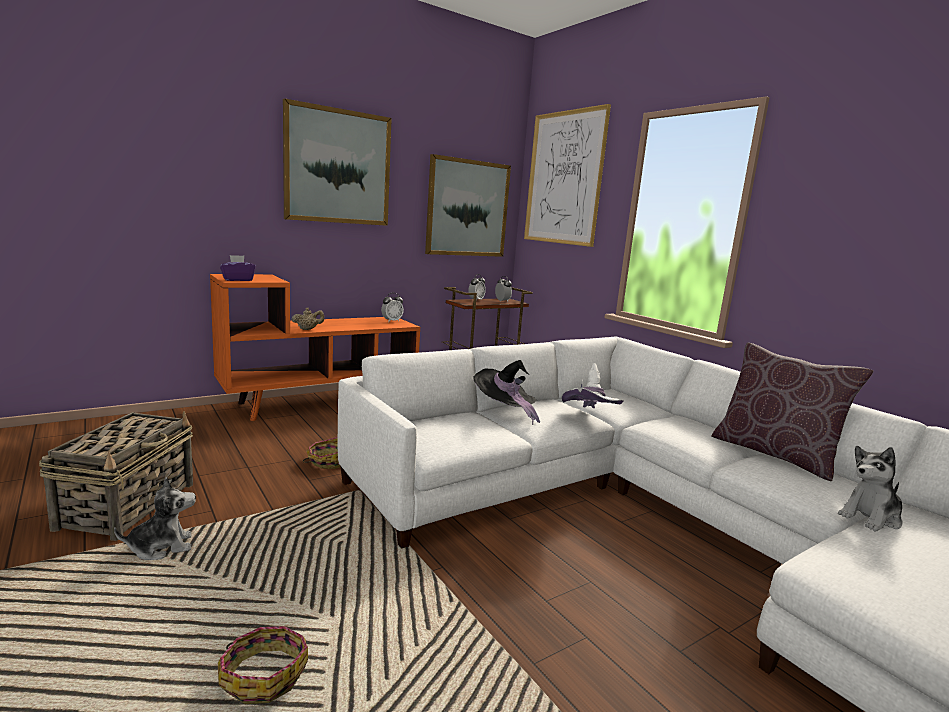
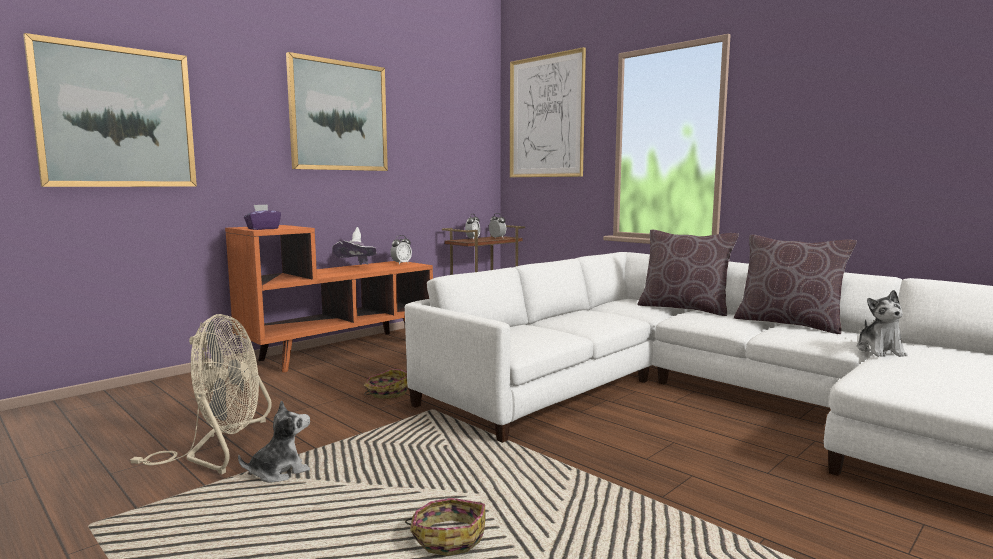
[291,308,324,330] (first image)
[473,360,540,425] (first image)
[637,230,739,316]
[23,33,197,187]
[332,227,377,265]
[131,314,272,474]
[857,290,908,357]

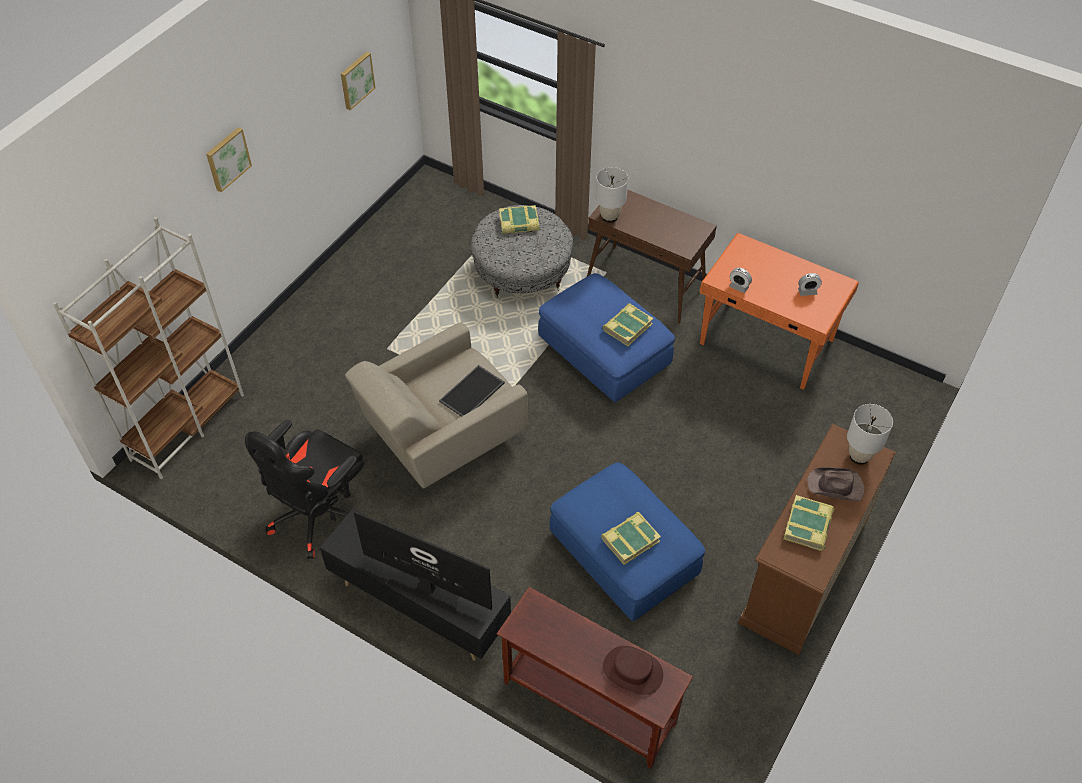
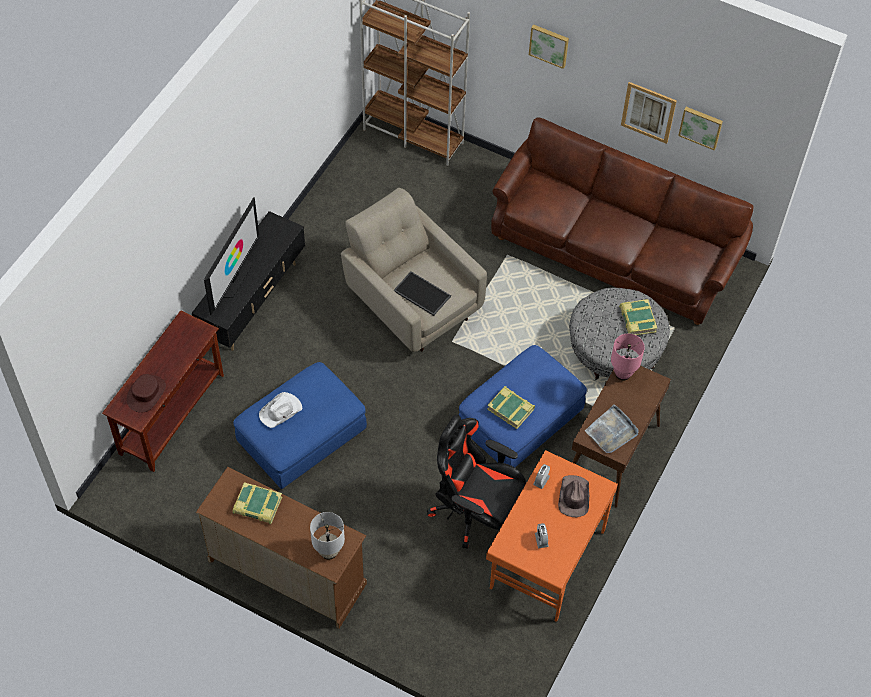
[491,117,754,325]
[585,404,638,453]
[621,82,677,144]
[427,414,526,549]
[558,475,589,517]
[259,392,302,428]
[611,334,645,380]

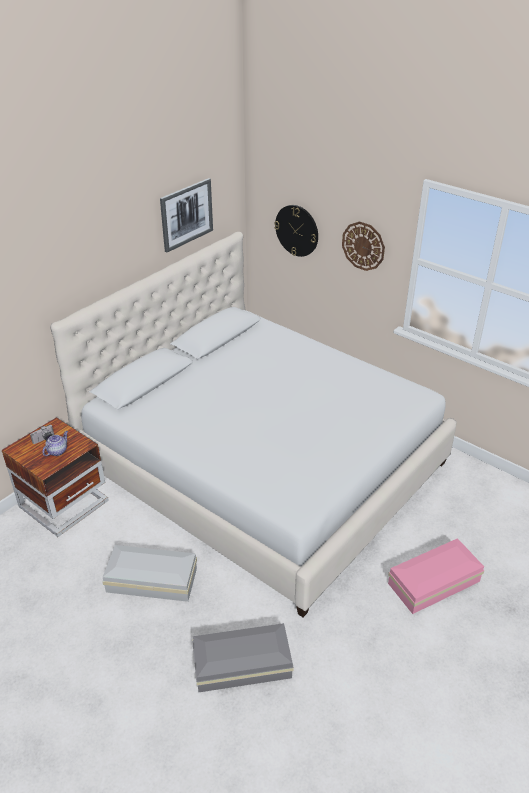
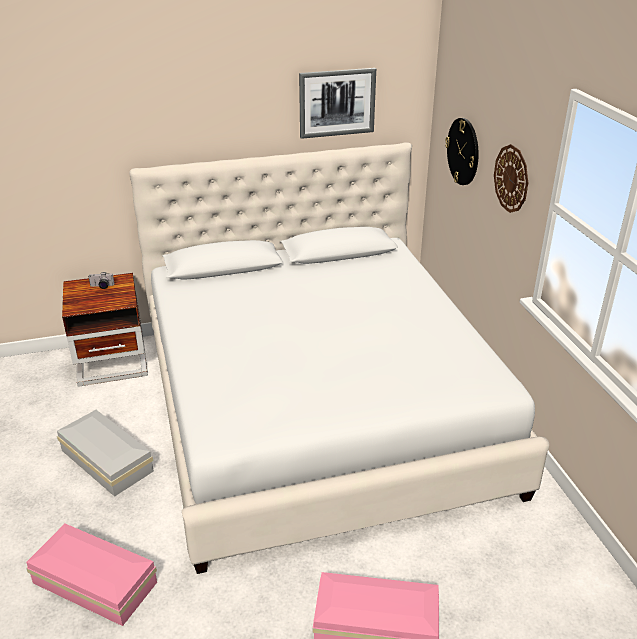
[42,431,68,456] (first image)
[26,524,157,626]

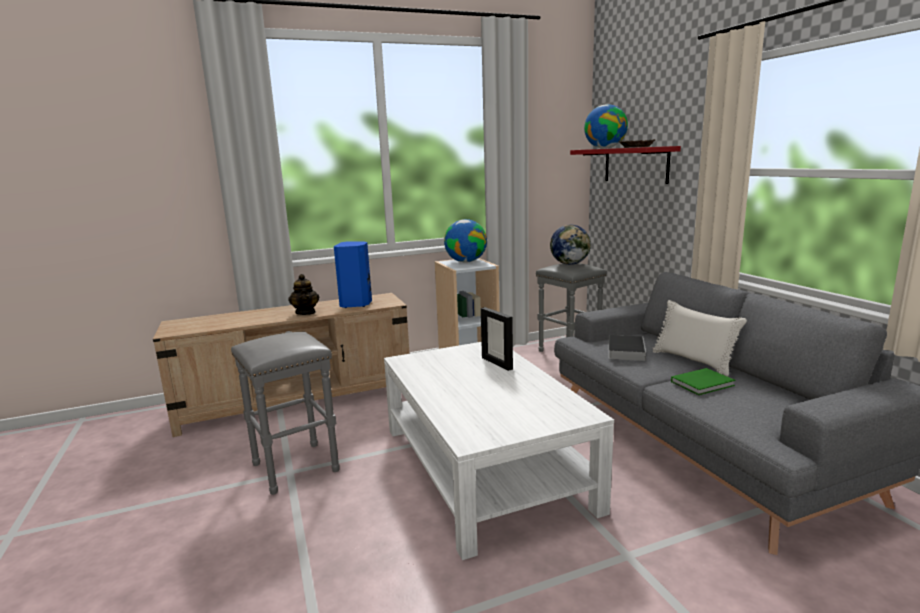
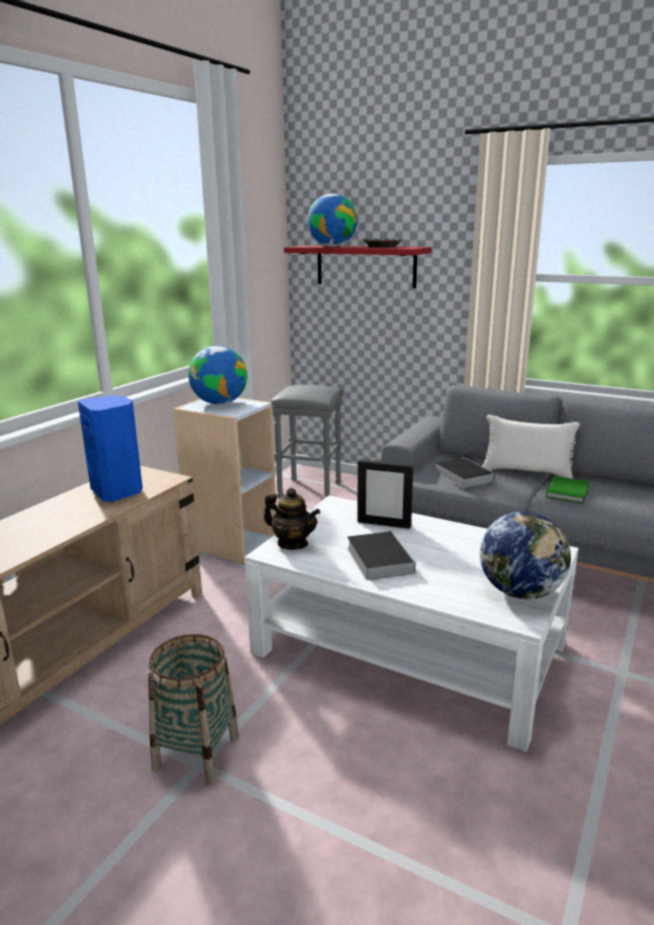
[347,531,416,580]
[264,488,320,550]
[480,511,571,599]
[148,634,239,785]

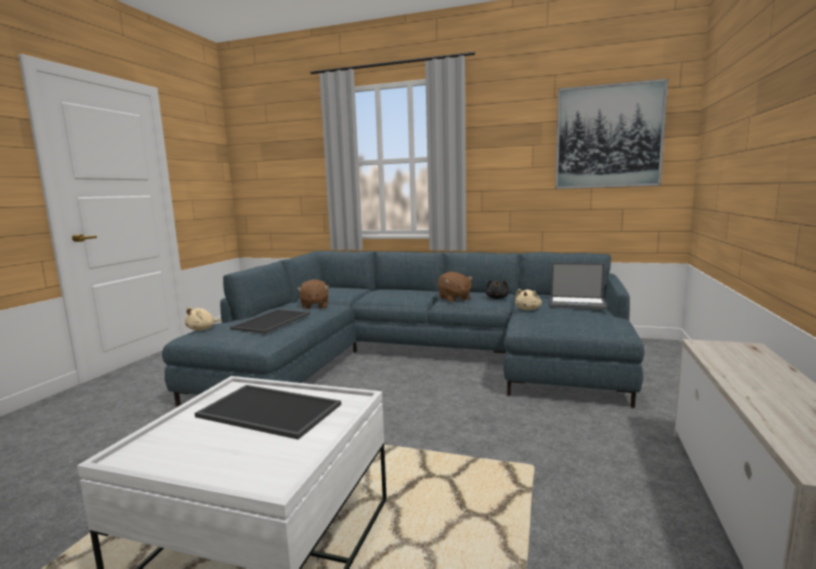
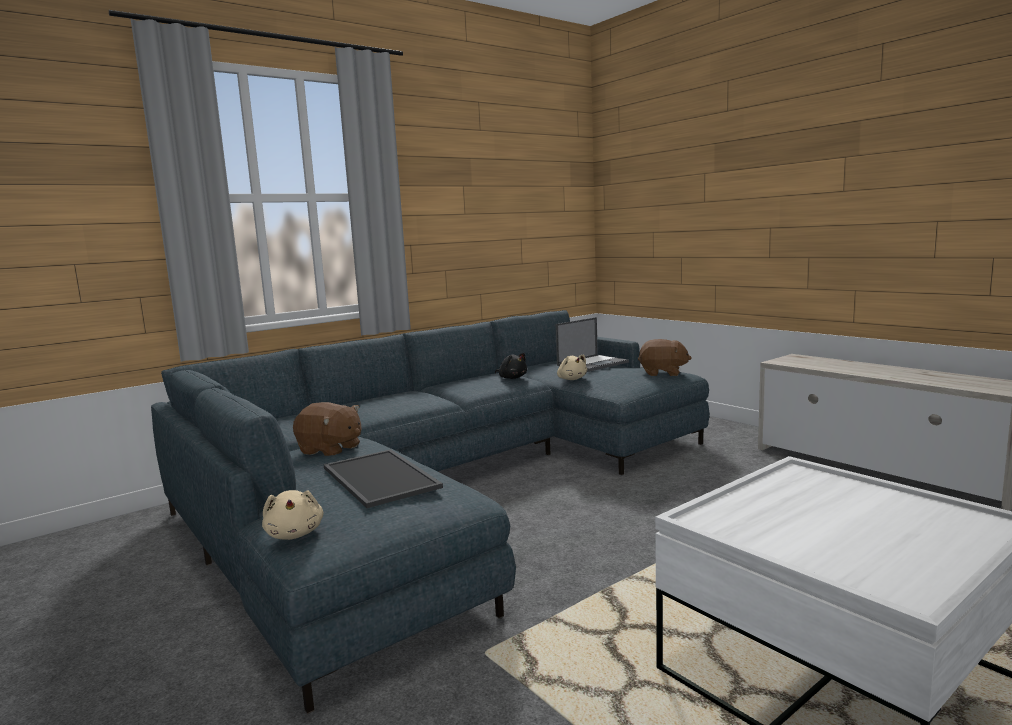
[195,385,341,440] (first image)
[555,79,668,189] (first image)
[638,339,692,376]

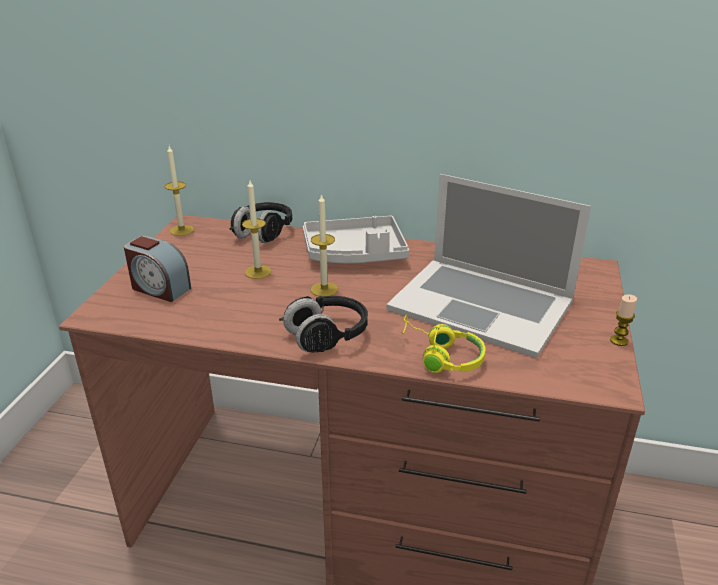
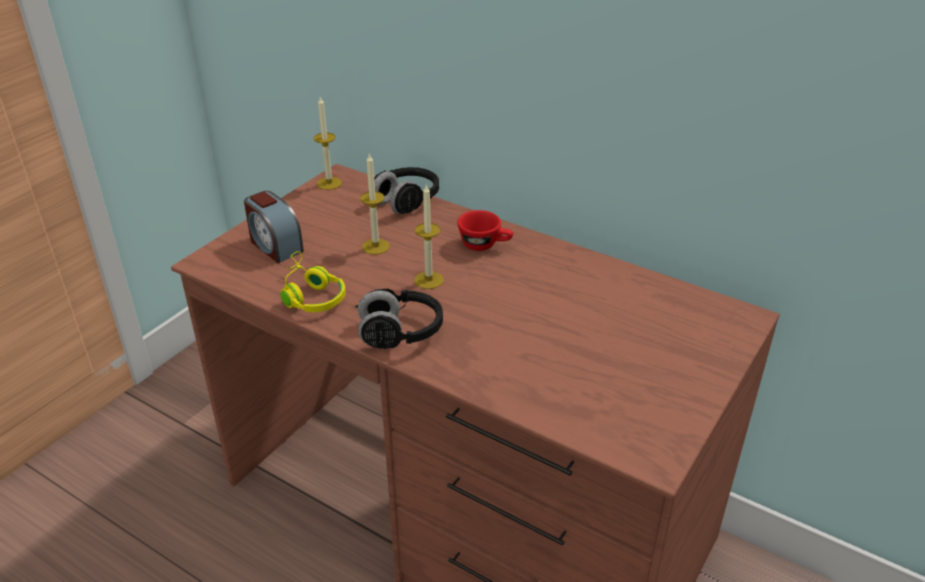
[386,174,591,358] (first image)
[610,294,637,346] (first image)
[281,251,346,312]
[457,210,513,251]

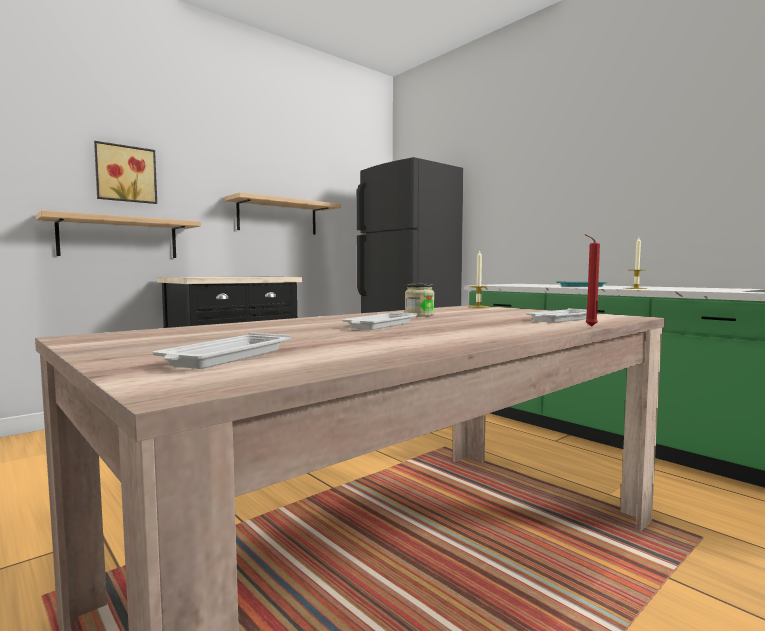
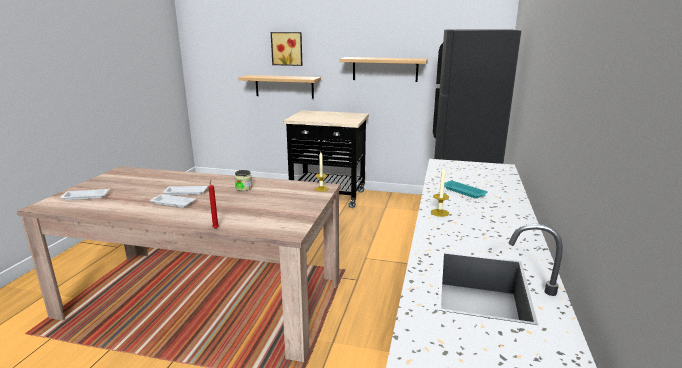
[150,194,196,208]

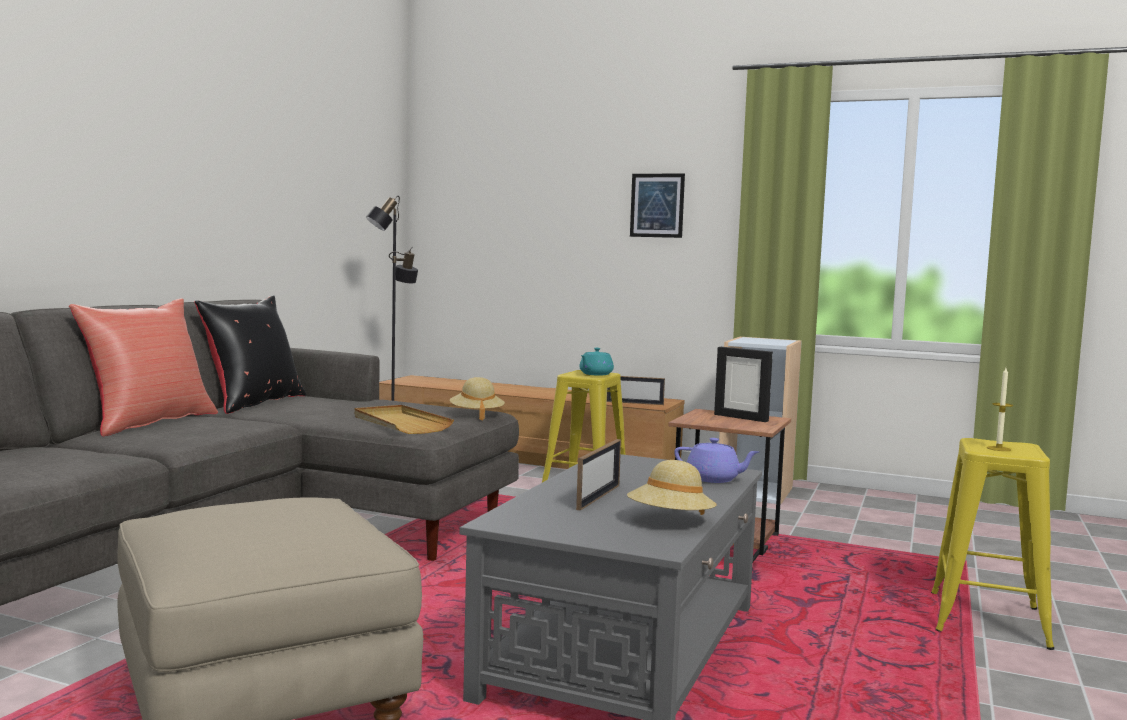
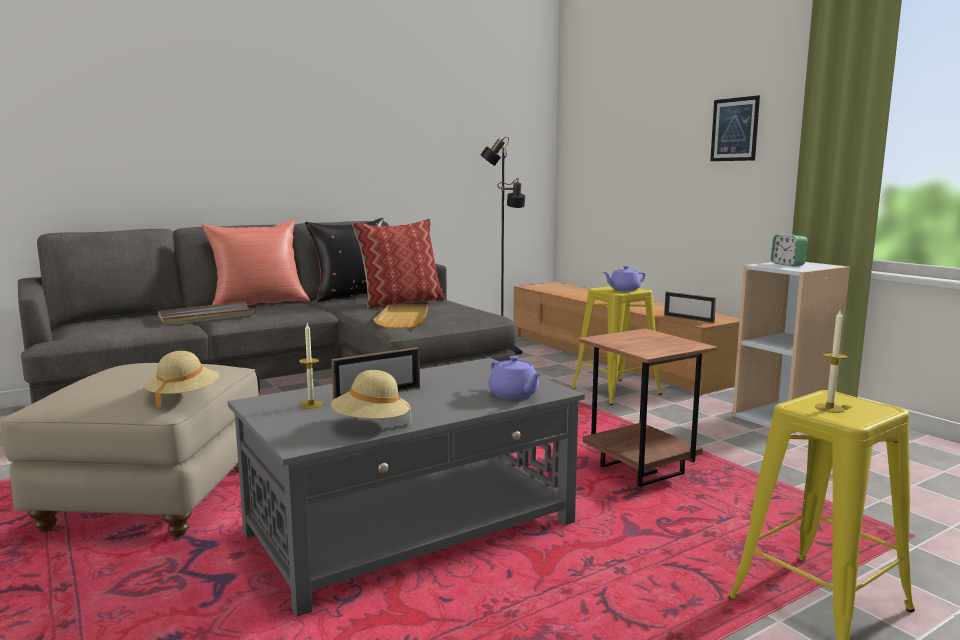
[714,347,773,422] (first image)
[158,301,256,325]
[299,324,323,409]
[352,219,445,309]
[771,235,808,266]
[145,351,220,408]
[603,266,646,291]

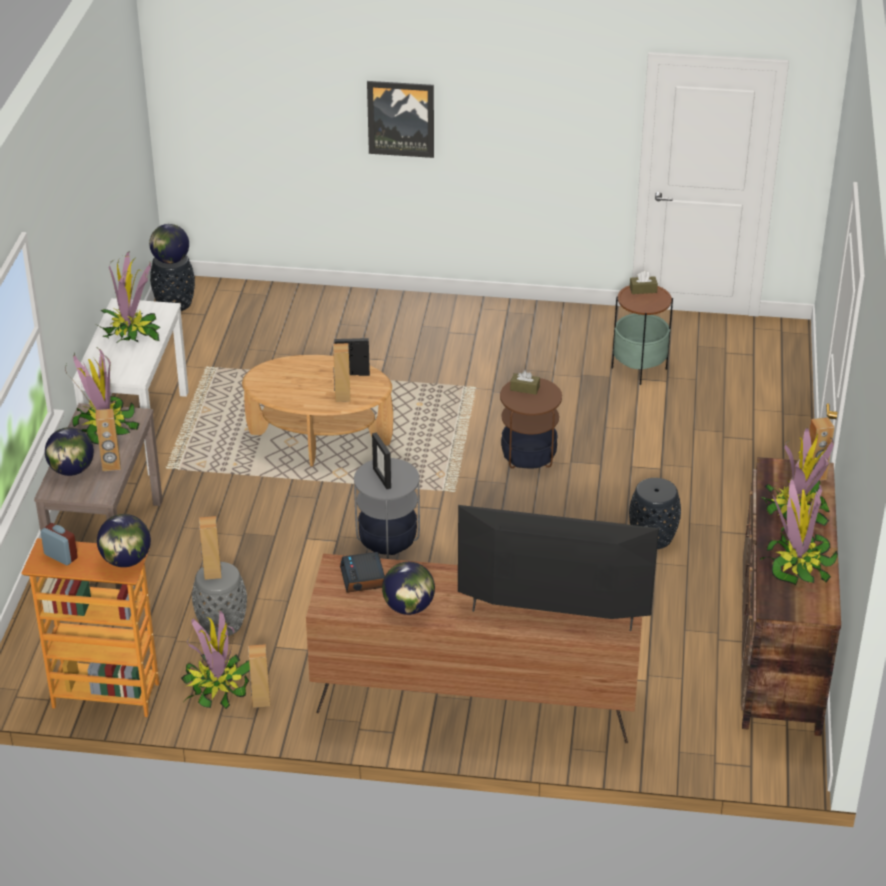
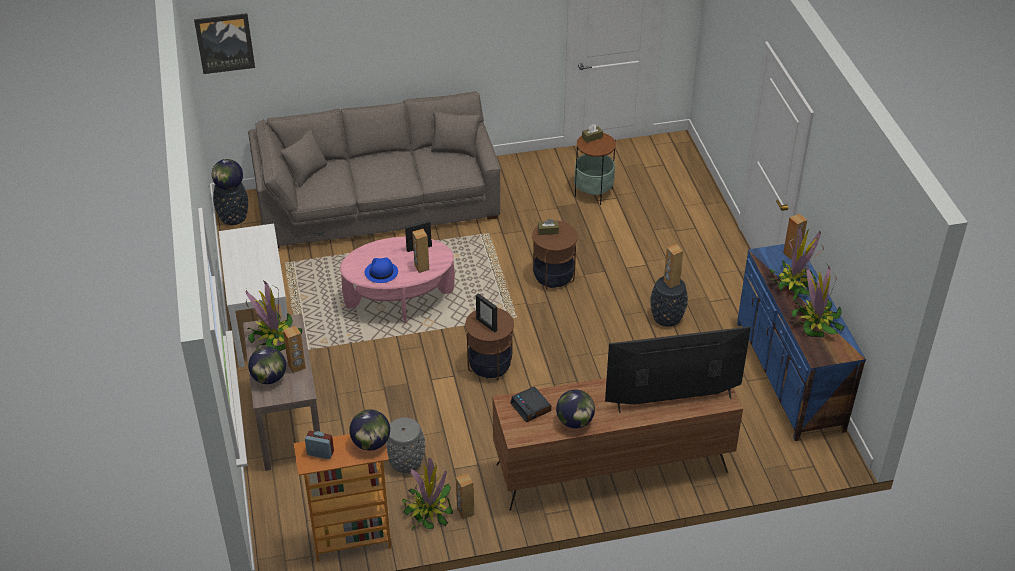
[97,251,161,343] (first image)
[248,91,501,248]
[365,258,398,283]
[664,244,683,288]
[194,13,255,74]
[340,236,455,323]
[465,308,514,380]
[737,244,866,441]

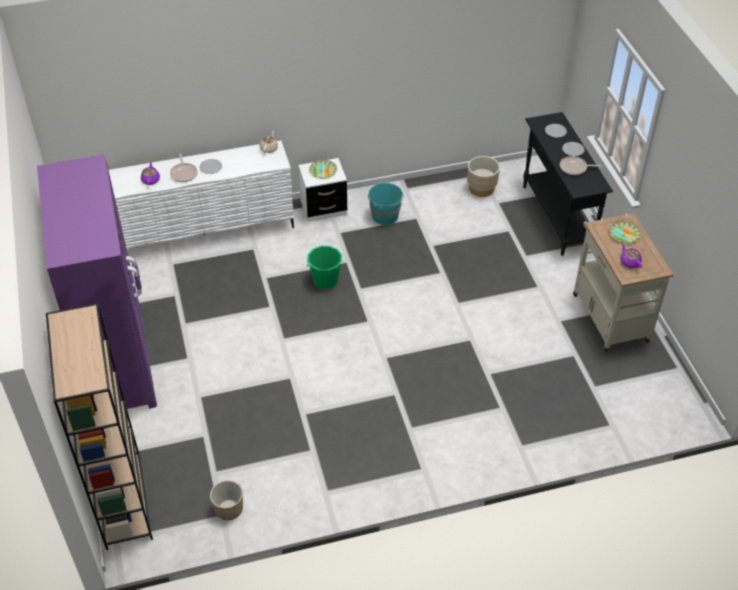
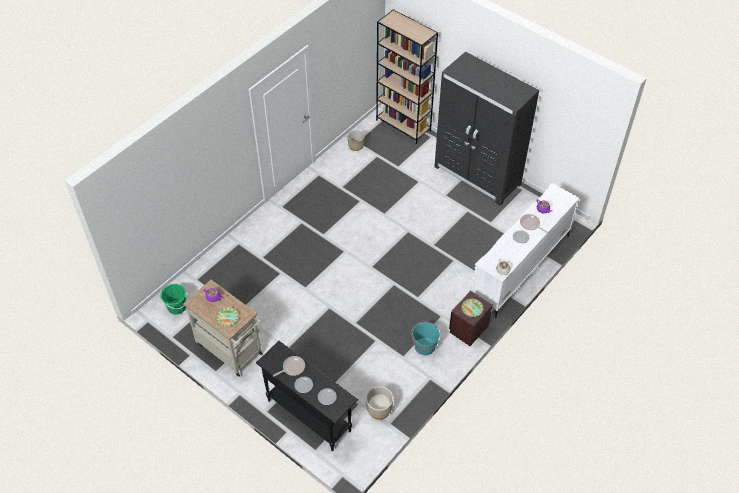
[160,284,188,315]
[434,52,539,206]
[449,291,493,346]

